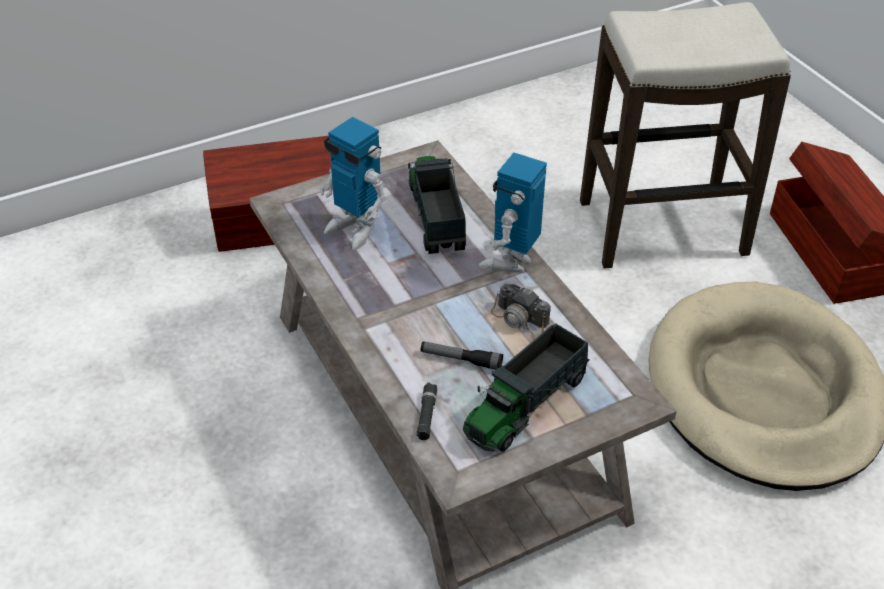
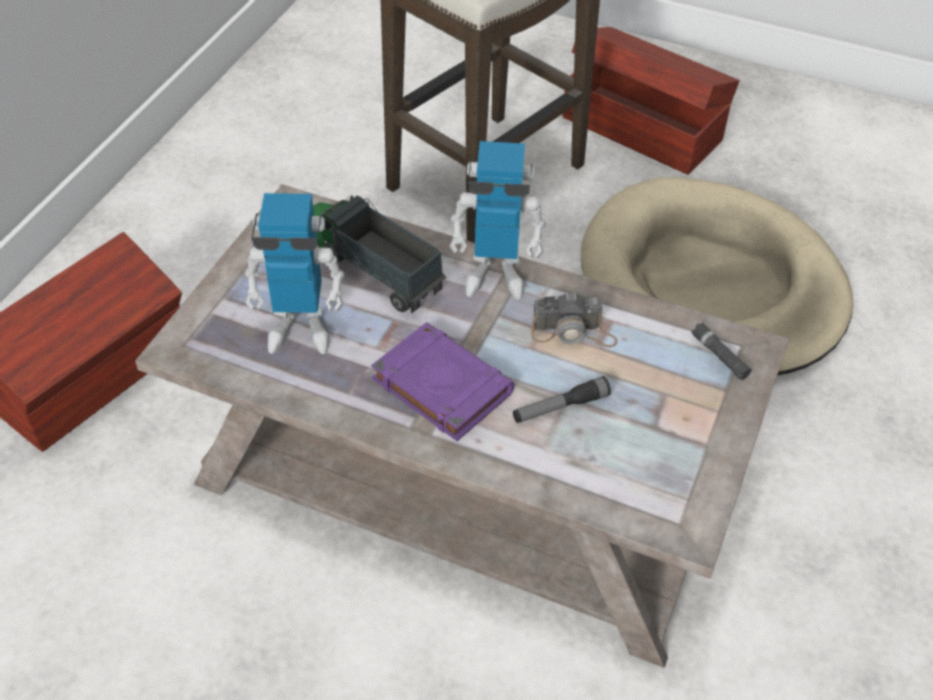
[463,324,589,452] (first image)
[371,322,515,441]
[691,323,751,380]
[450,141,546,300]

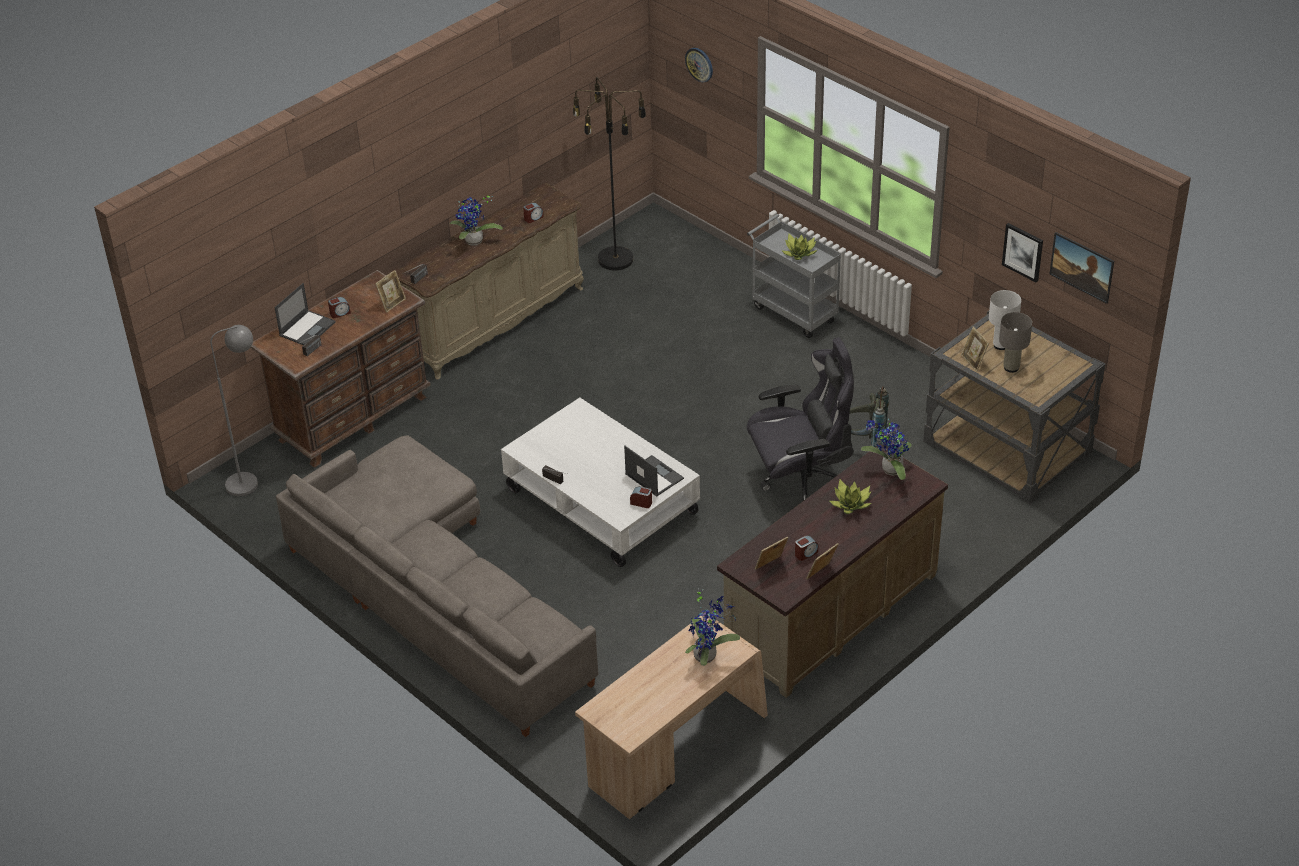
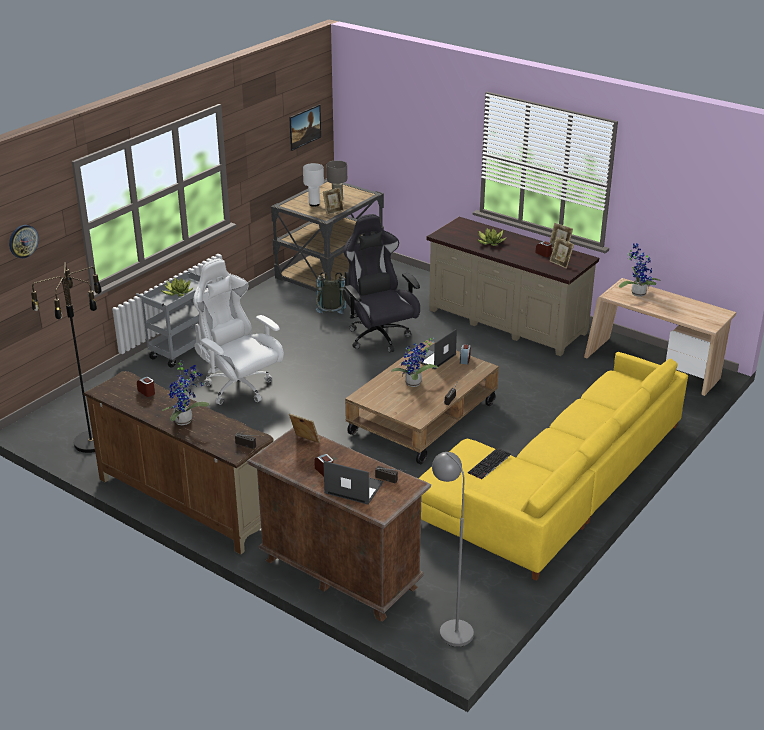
[1002,223,1043,282] (first image)
[193,259,284,405]
[468,448,511,480]
[391,338,438,387]
[418,352,688,581]
[345,340,499,464]

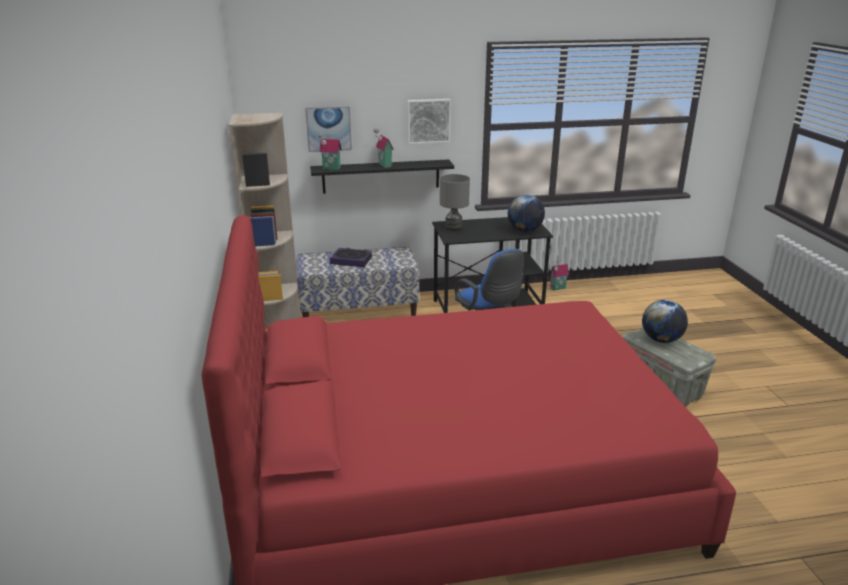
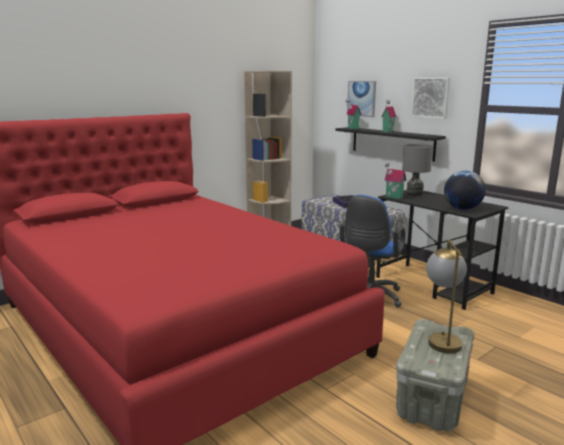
[384,162,406,199]
[426,240,467,354]

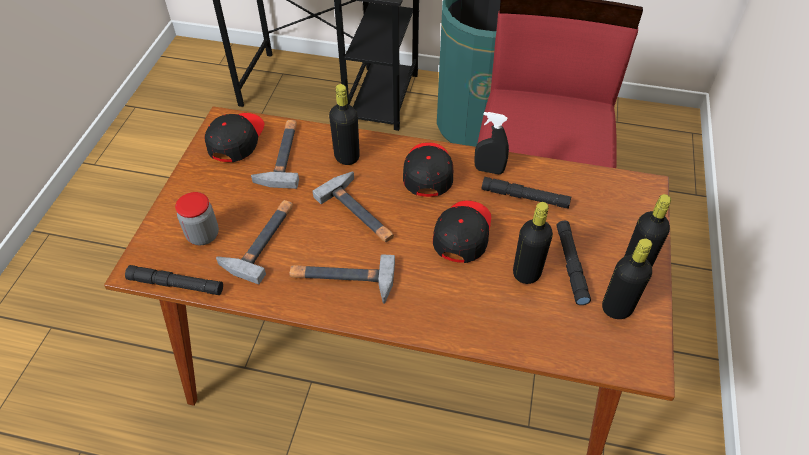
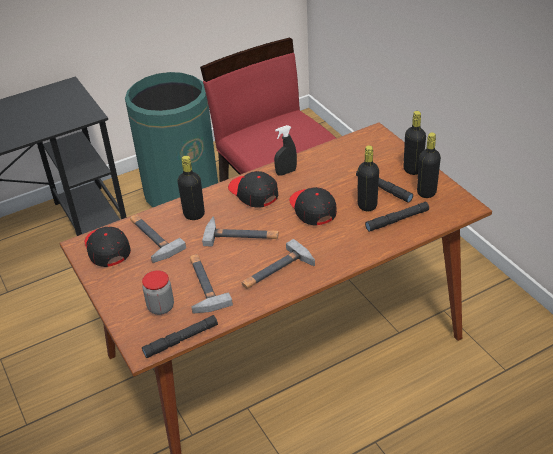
[365,202,429,232]

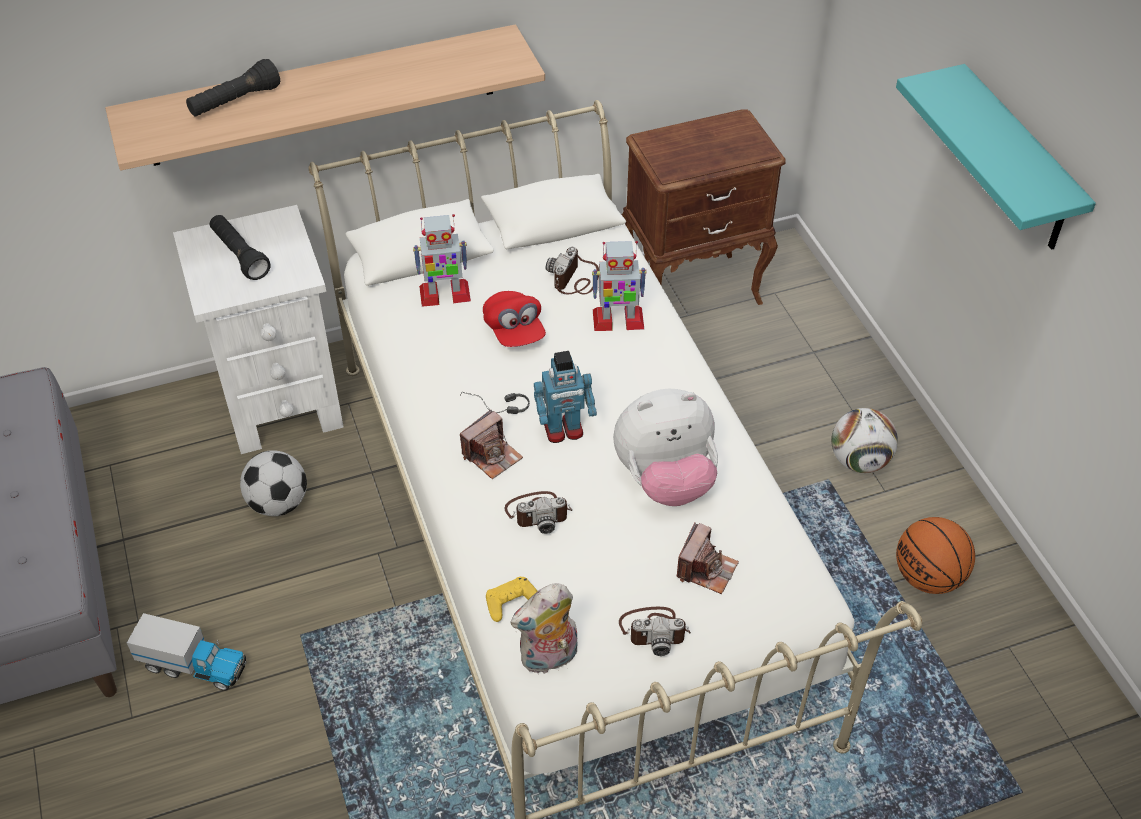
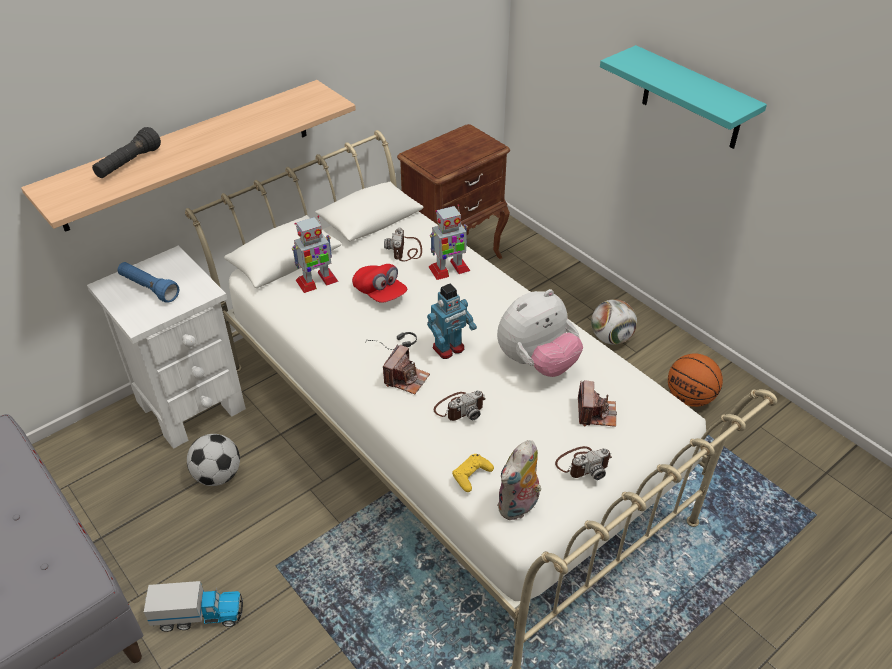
[118,262,179,303]

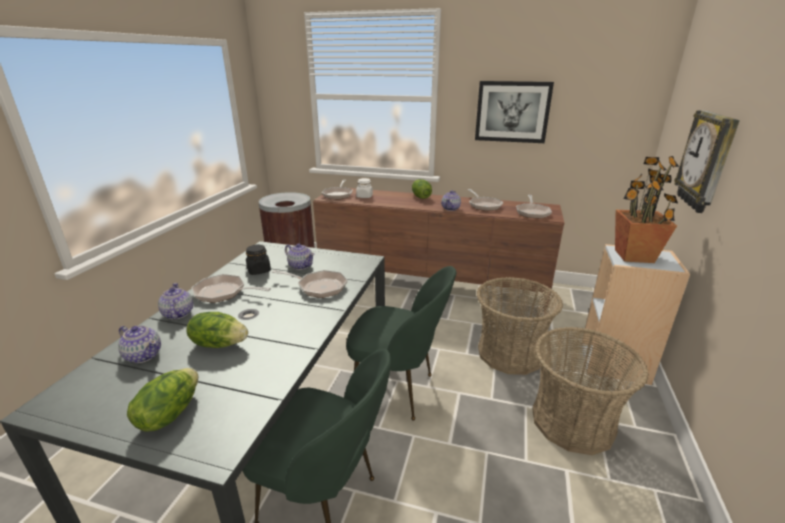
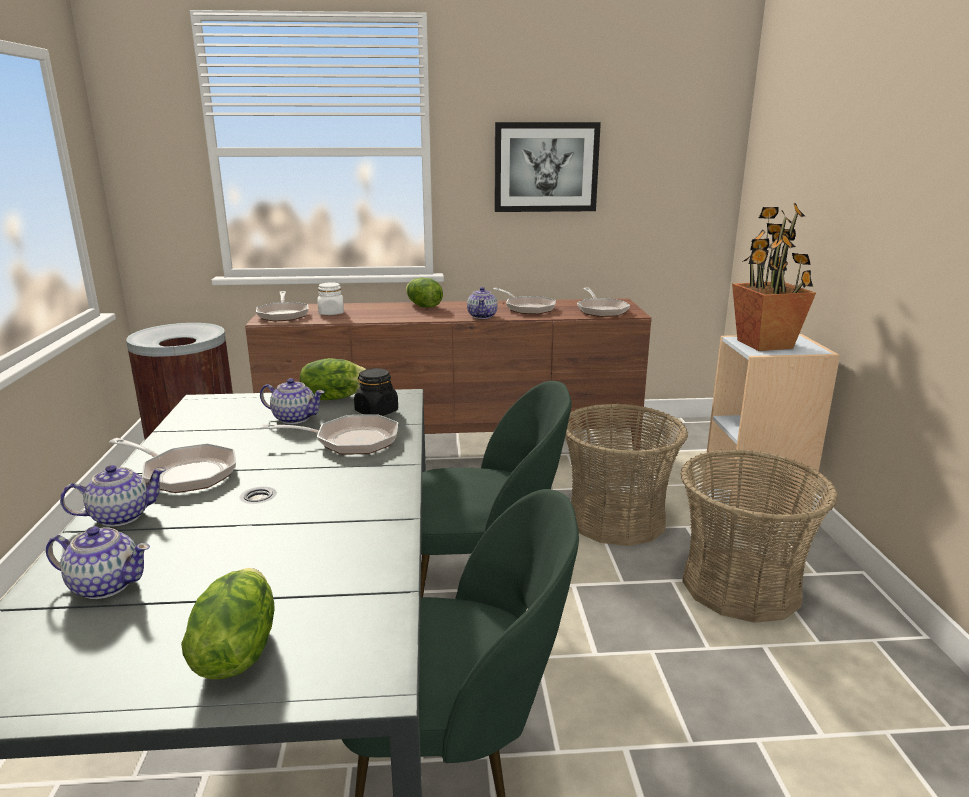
[674,110,740,213] (first image)
[299,358,366,400]
[354,368,398,416]
[60,465,166,526]
[109,438,236,493]

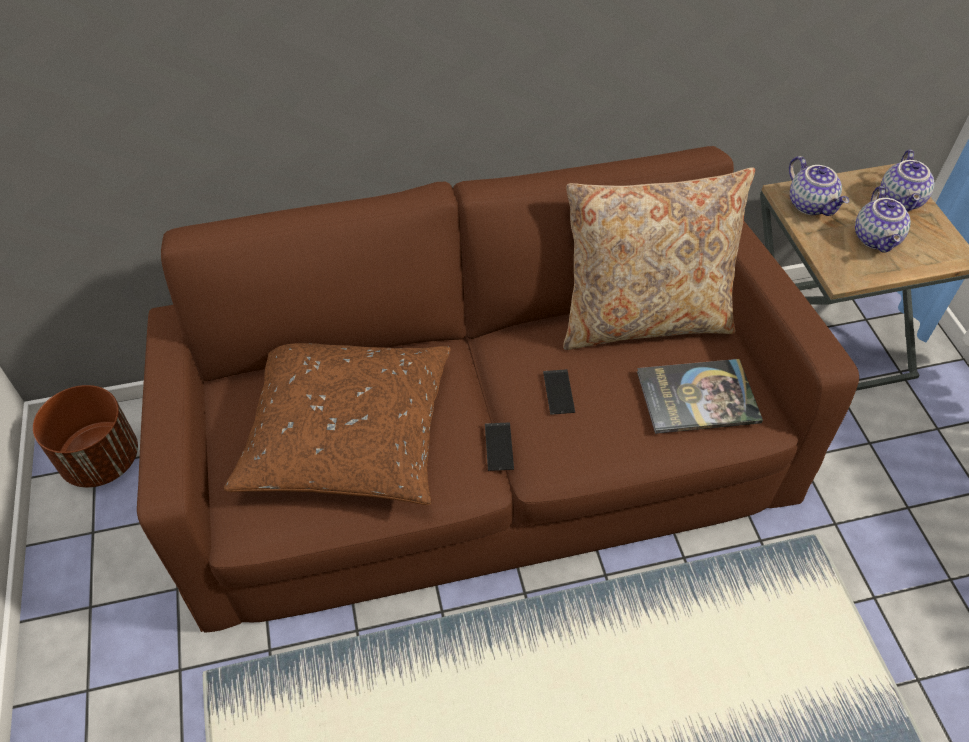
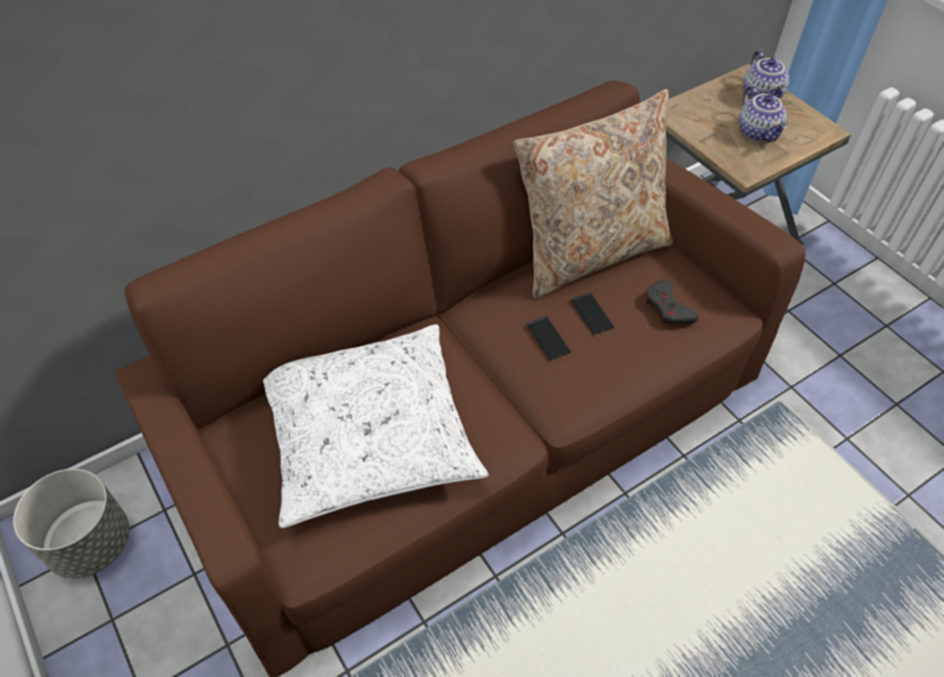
[789,156,849,216] (first image)
[570,292,614,335]
[646,280,699,324]
[13,469,129,579]
[263,324,489,528]

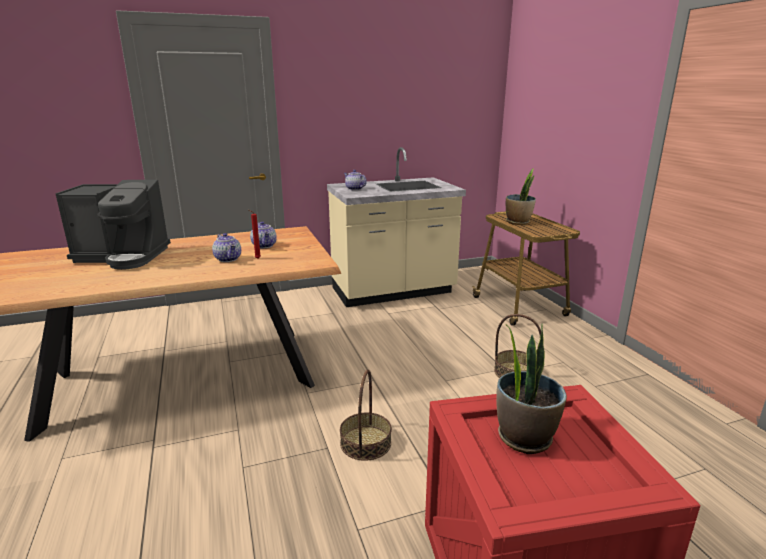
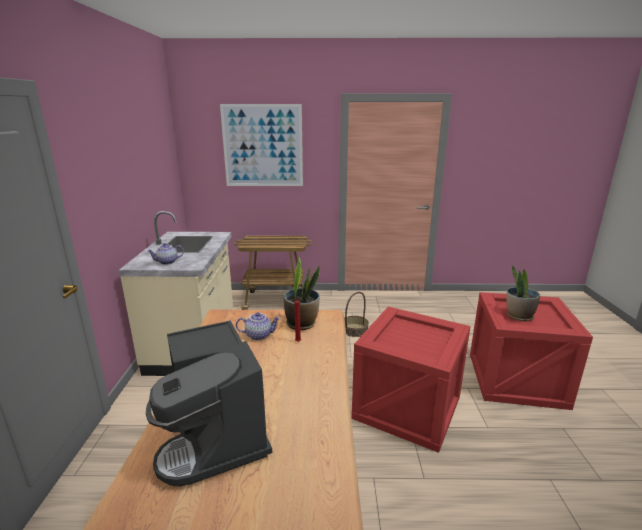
[212,233,241,262] (first image)
[220,104,303,186]
[284,257,320,330]
[352,307,471,453]
[146,321,272,487]

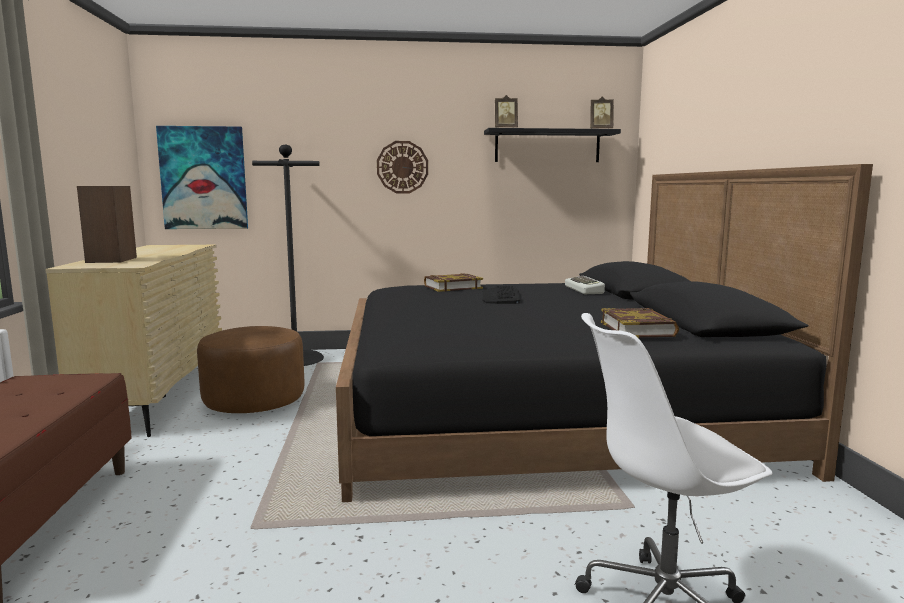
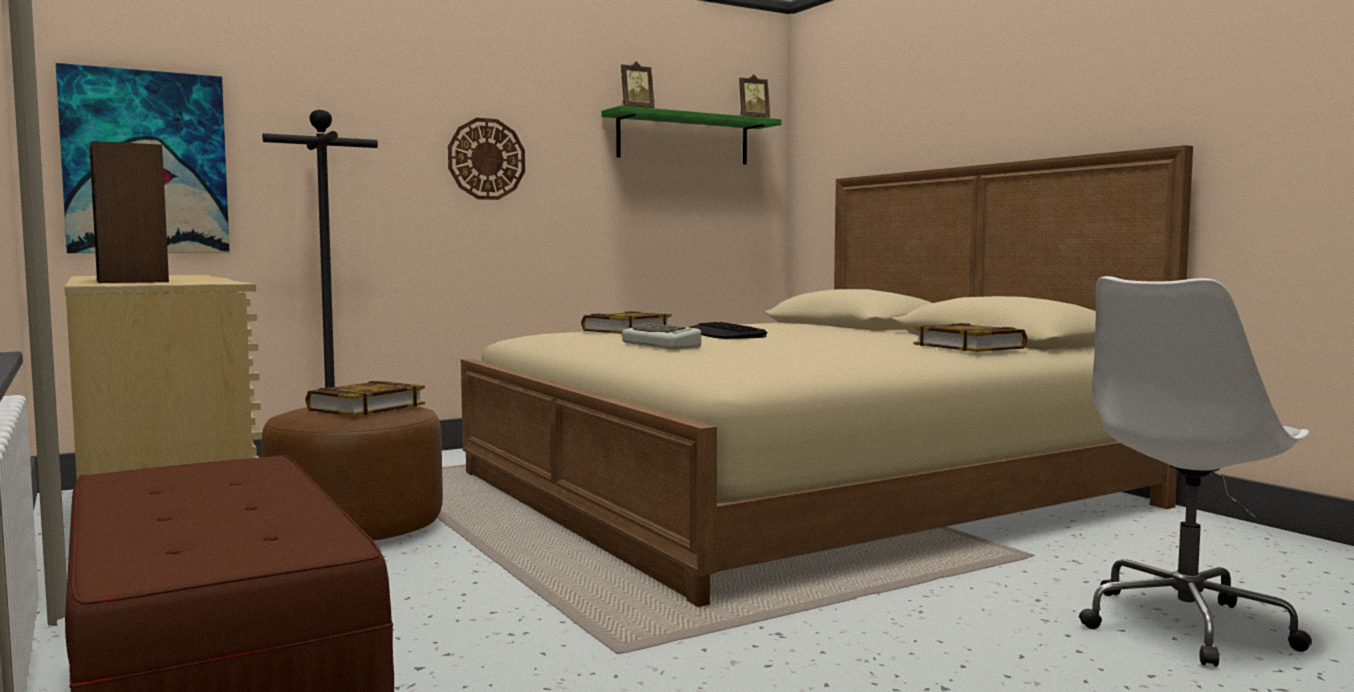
[305,381,425,417]
[622,323,701,350]
[461,145,1193,607]
[601,106,782,164]

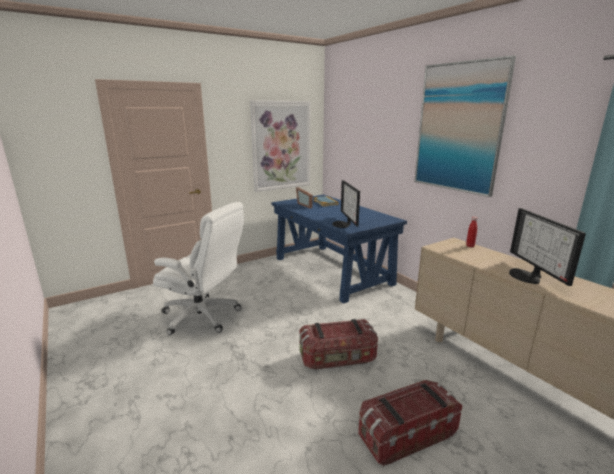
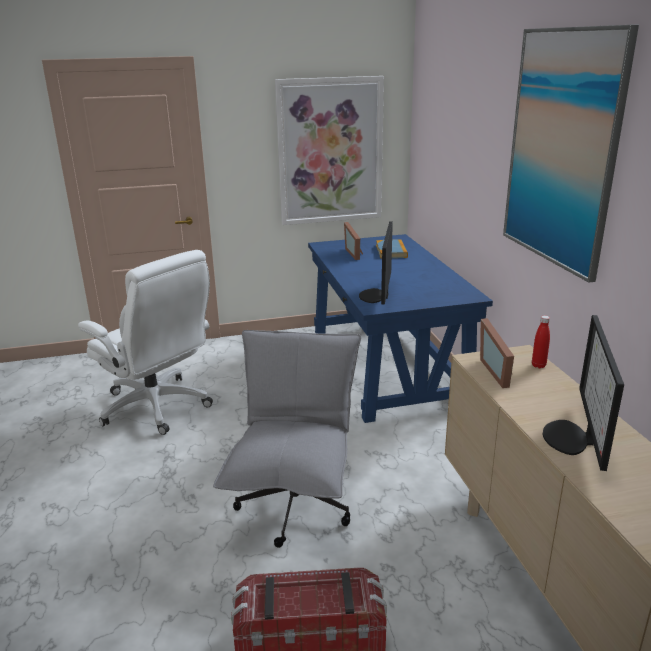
[480,318,514,388]
[213,330,361,548]

